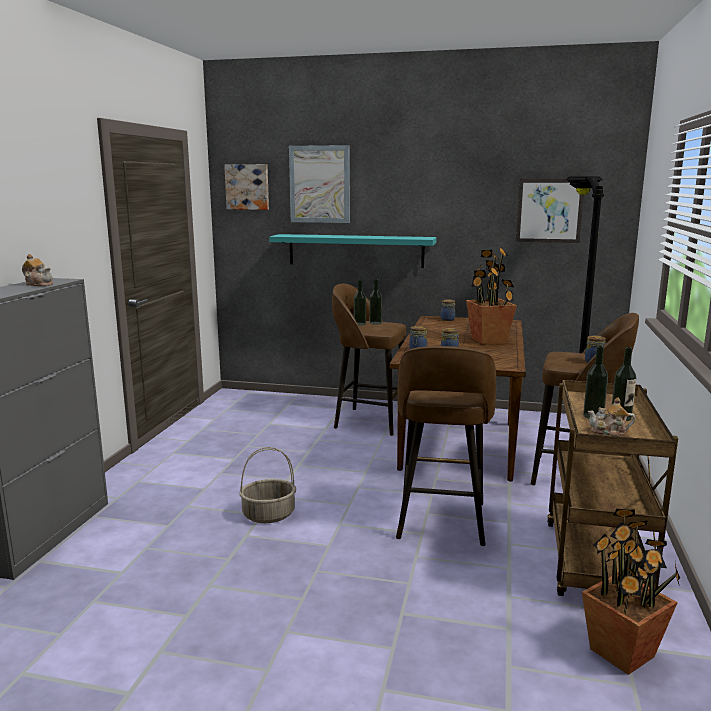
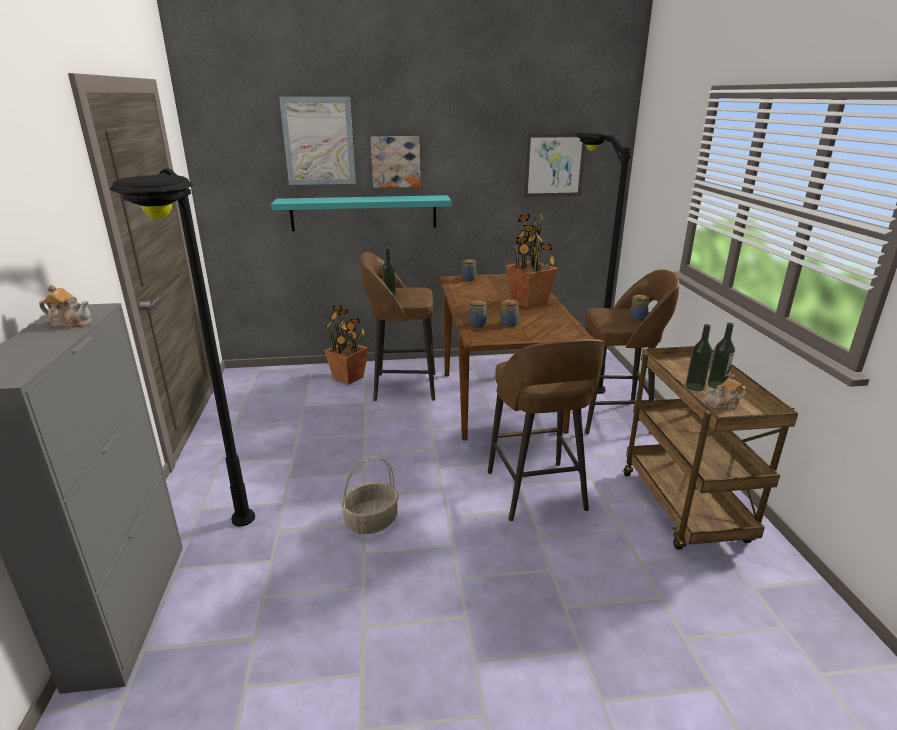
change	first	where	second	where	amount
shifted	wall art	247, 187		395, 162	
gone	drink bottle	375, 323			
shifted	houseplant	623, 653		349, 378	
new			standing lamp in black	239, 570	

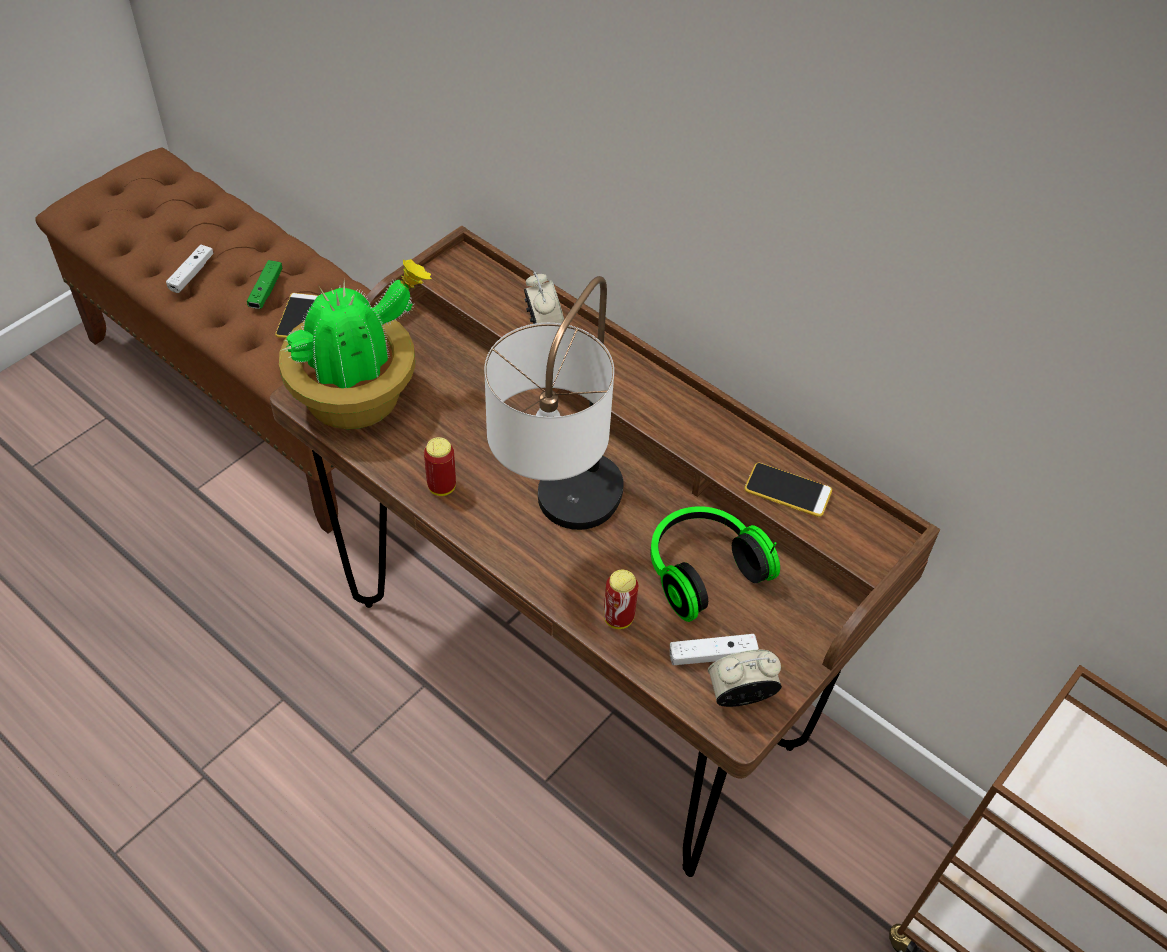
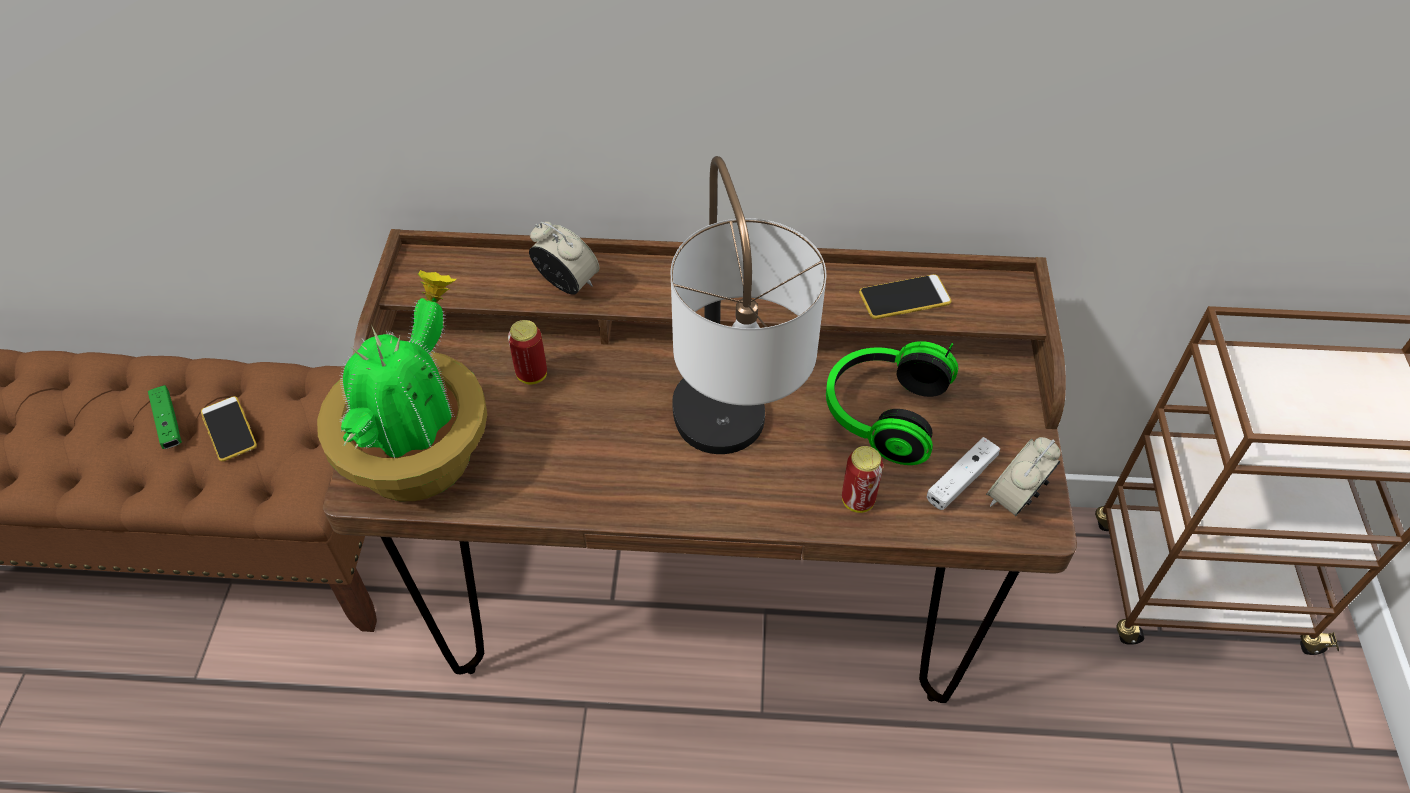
change	first	where	second	where	amount
gone	gamepad in white	191, 274			
shifted	metal can	441, 486		532, 375	

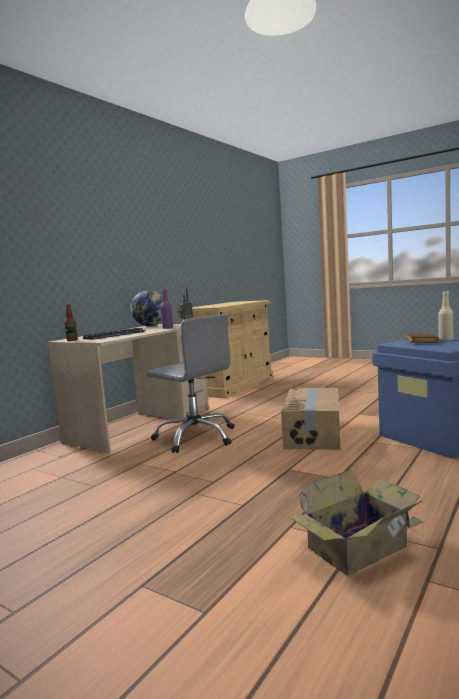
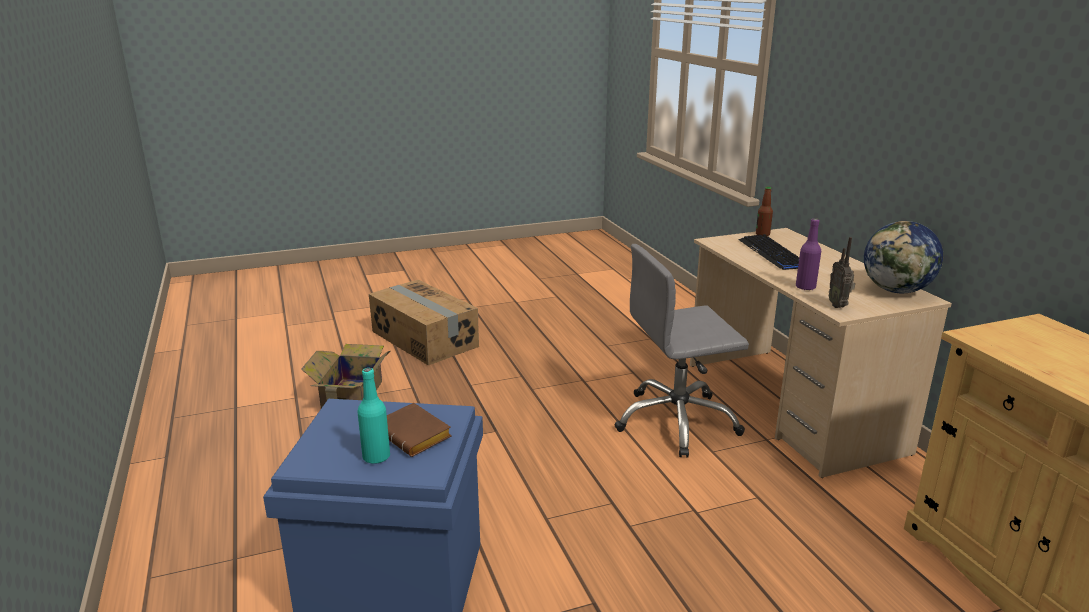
change	first	where	second	where	amount
shifted	carton	314, 433		424, 339	
repainted	drink bottle in sand-coloured	445, 340	drink bottle in turquoise-coloured	376, 457	

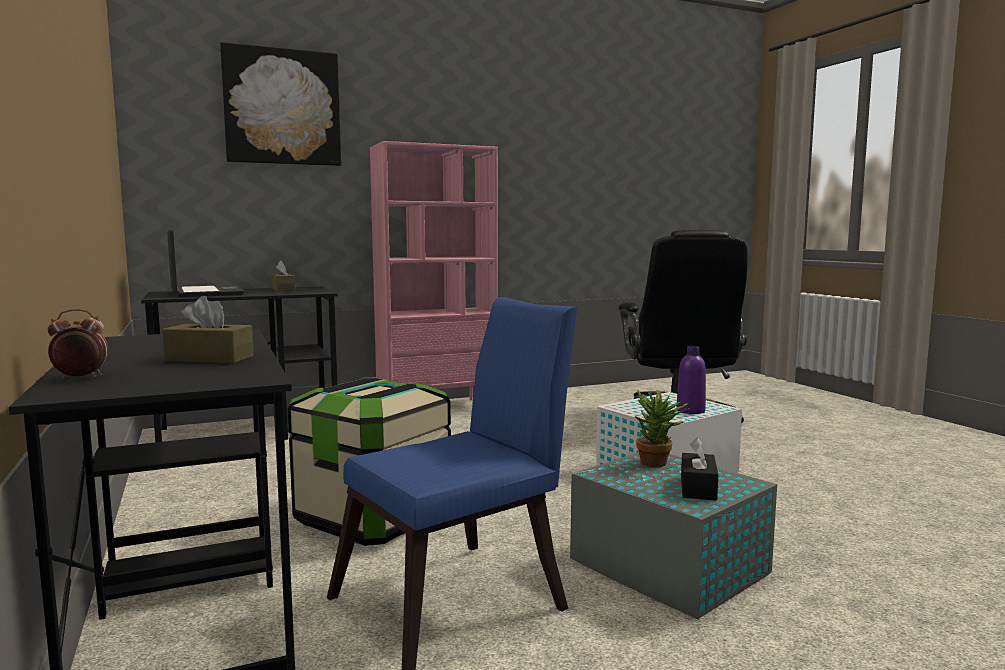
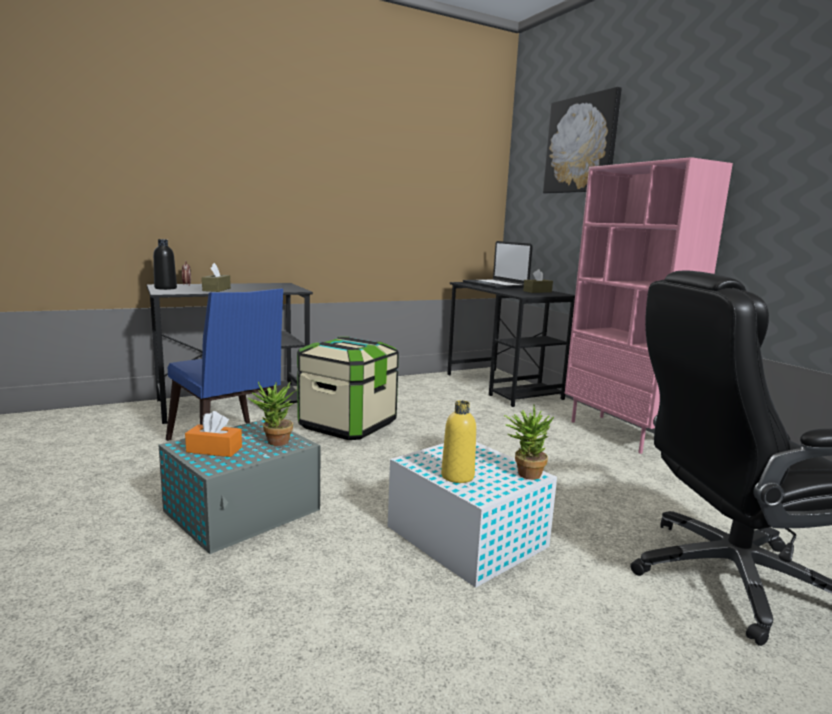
change	first	where	second	where	amount
rotated	portable computer	205, 293		495, 285	90 degrees clockwise
repainted	drink bottle in purple-coloured	690, 411	drink bottle in yellow-coloured	457, 476	
repainted	tissue box in black	698, 488	tissue box in orangey	214, 450	
new			drink bottle in black	165, 288	
new			houseplant	524, 473	

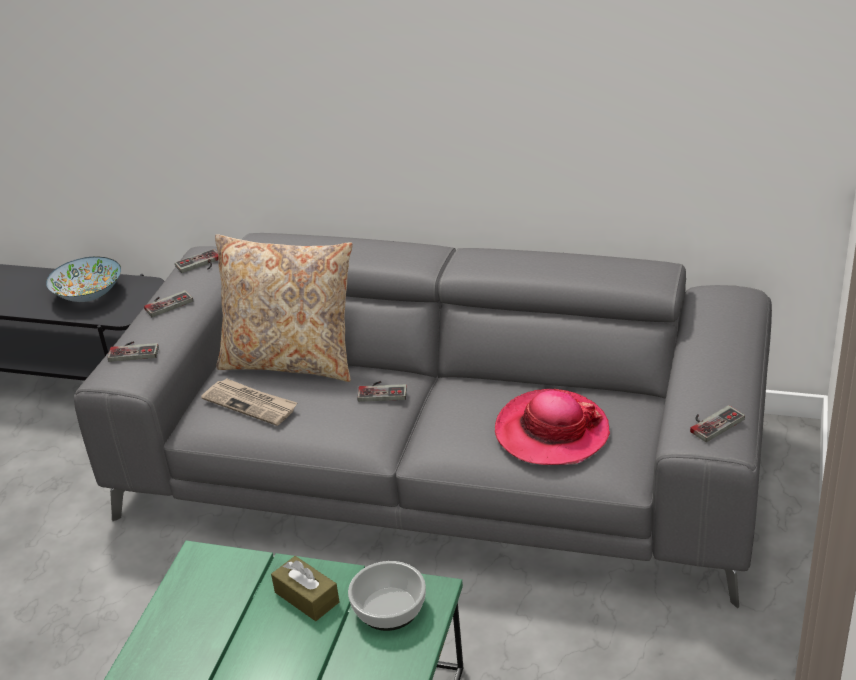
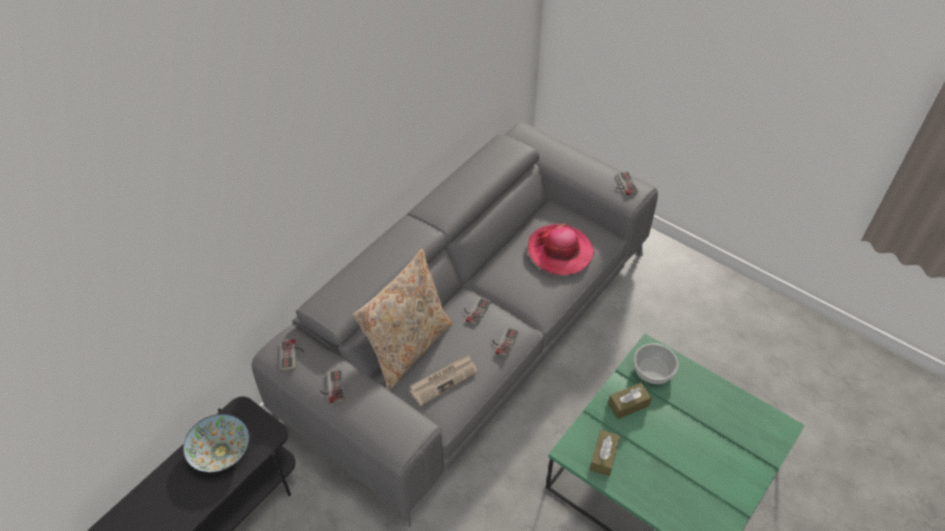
change	first	where	second	where	amount
shifted	gamepad	134, 350		503, 341	
new			tissue box in brown	603, 456	

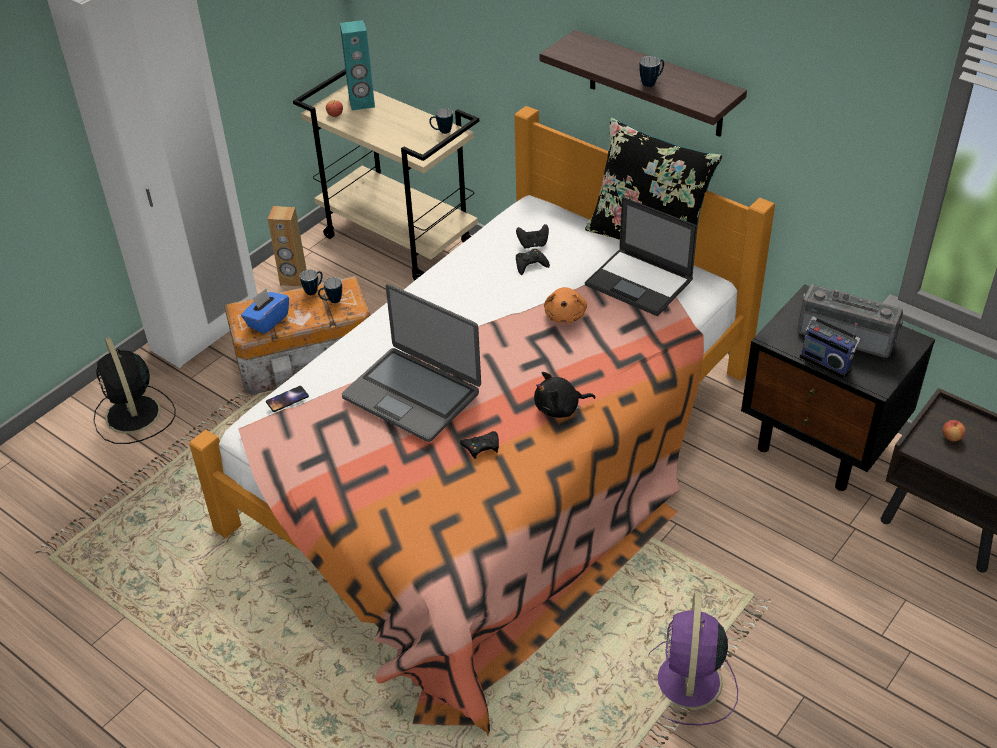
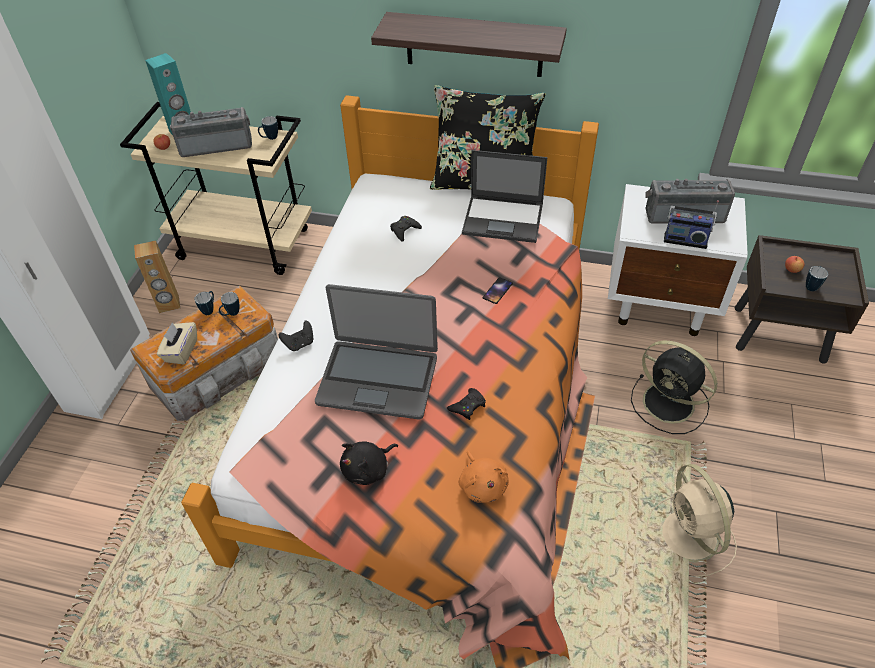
change	first	where	second	where	amount
shifted	electric fan in black	134, 416		670, 404	
repainted	tissue box in bluish	267, 321	tissue box in sand-coloured	181, 351	
shifted	telephone	287, 399		497, 291	
shifted	gamepad in black	533, 244		299, 344	
shifted	cuddly toy in black	560, 408		368, 469	
shifted	cuddly toy in orangey	565, 315		482, 485	
shifted	coffee mug	651, 83		811, 285	
repainted	electric fan in purple-coloured	688, 683	electric fan in sand-coloured	690, 537	
repainted	night table in black	822, 444	night table in white	660, 304	
new			radio	216, 145	

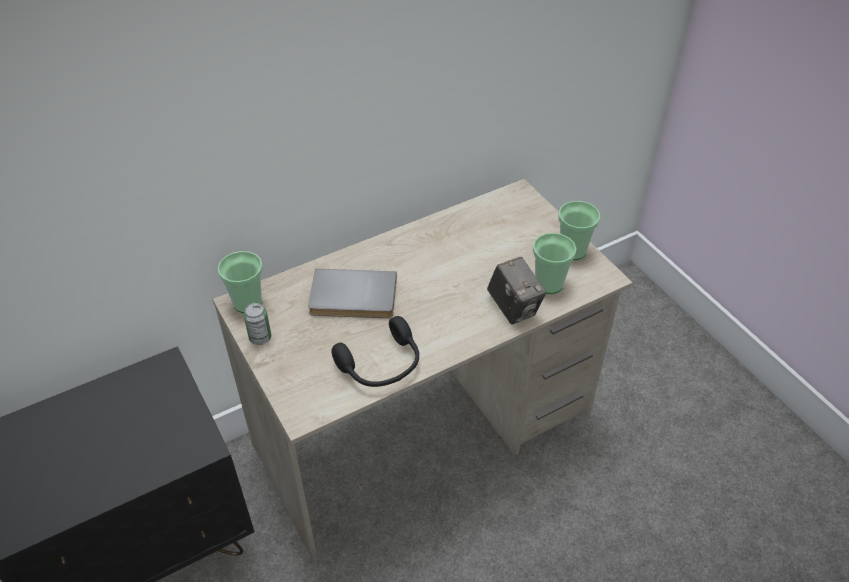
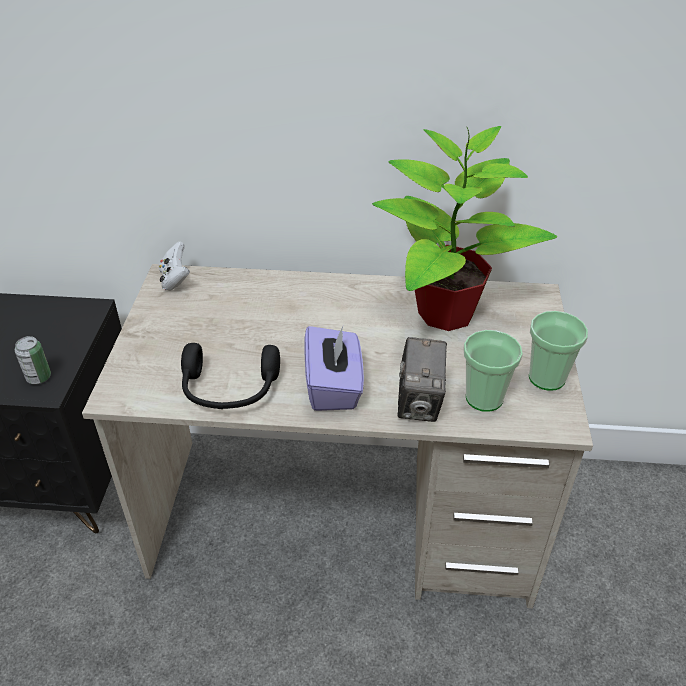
change	first	where	second	where	amount
swapped	drinking cup	248, 303	gamepad in white	175, 279	
shifted	metal can	260, 338		39, 377	
gone	bound book in greyish	353, 298			
new			tissue box in purple-coloured	334, 387	
new			houseplant	444, 313	

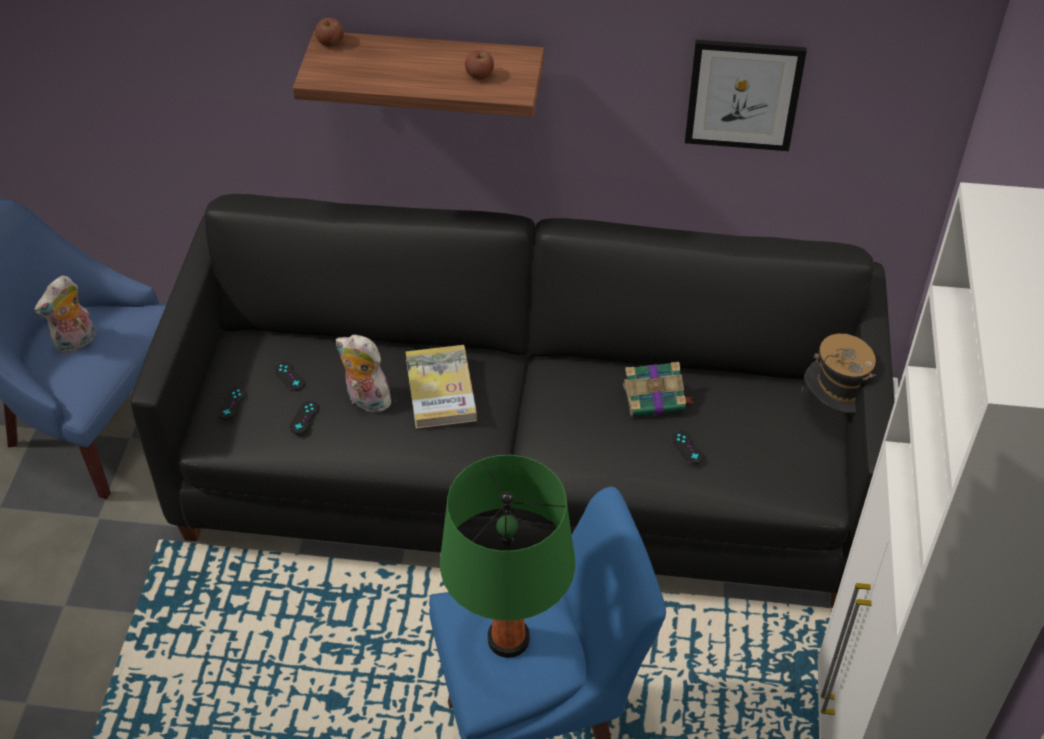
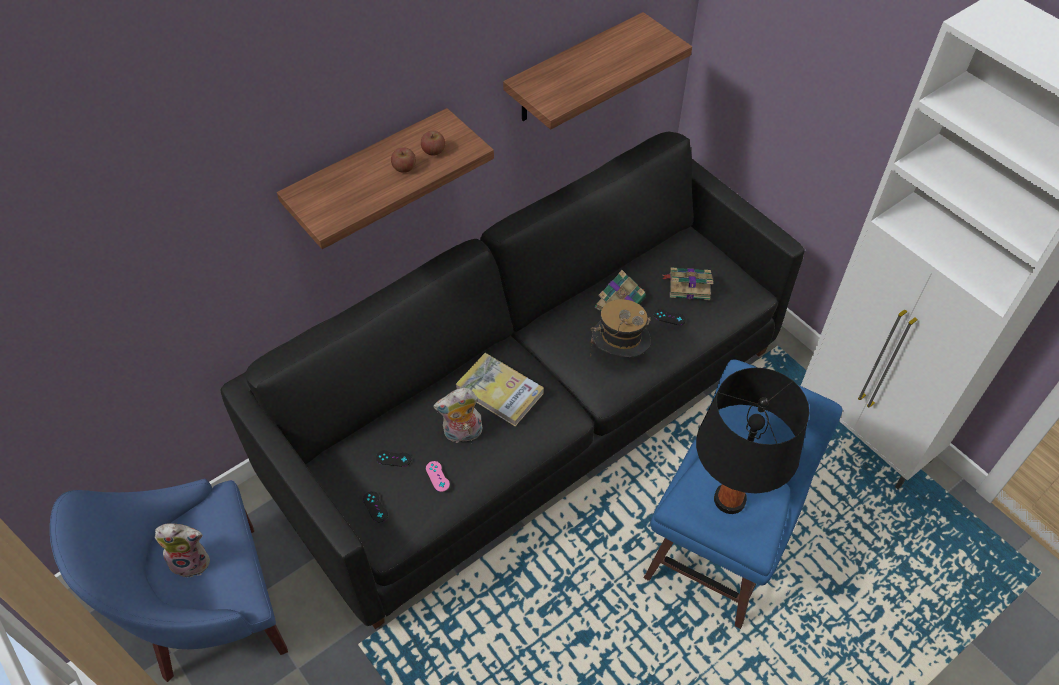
change	first	where	second	where	amount
rotated	cuddly toy	76, 343		192, 560	90 degrees counterclockwise
repainted	gamepad in black	304, 417	gamepad in pinkish	437, 476	
shifted	whole apple	330, 42		404, 168	
repainted	tabletop lamp in green	508, 639	tabletop lamp in black	729, 500	
swapped	wall art	743, 95	bracket shelf	574, 69	
shifted	clothing hat	833, 409		619, 354	
new			bound book	688, 286	

